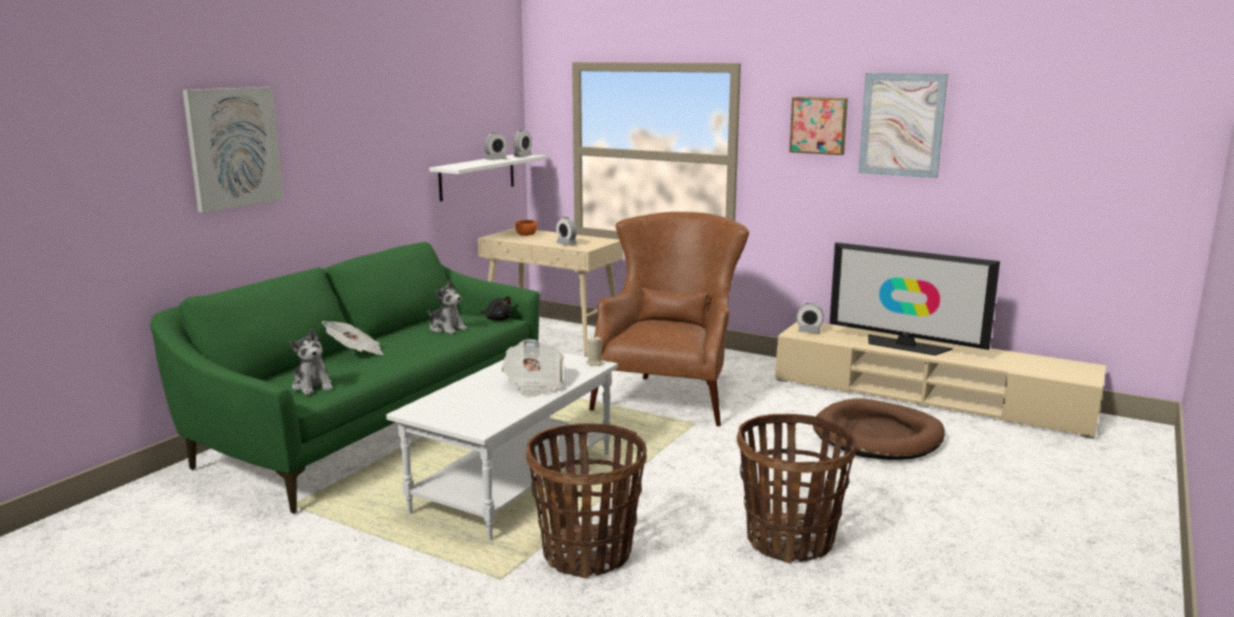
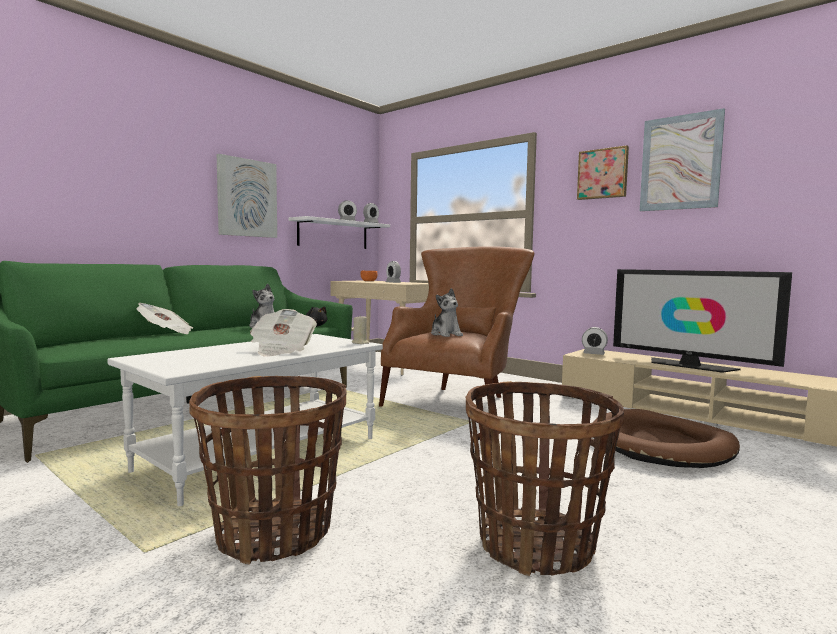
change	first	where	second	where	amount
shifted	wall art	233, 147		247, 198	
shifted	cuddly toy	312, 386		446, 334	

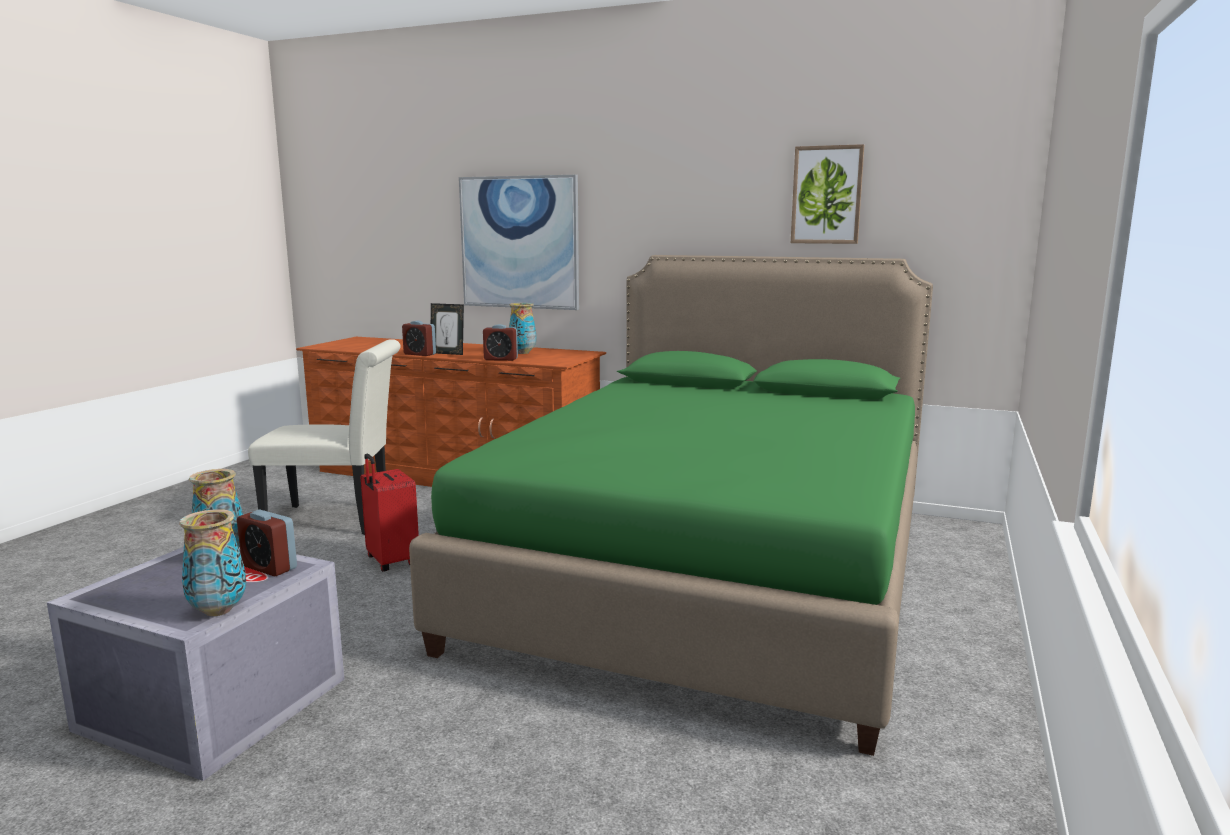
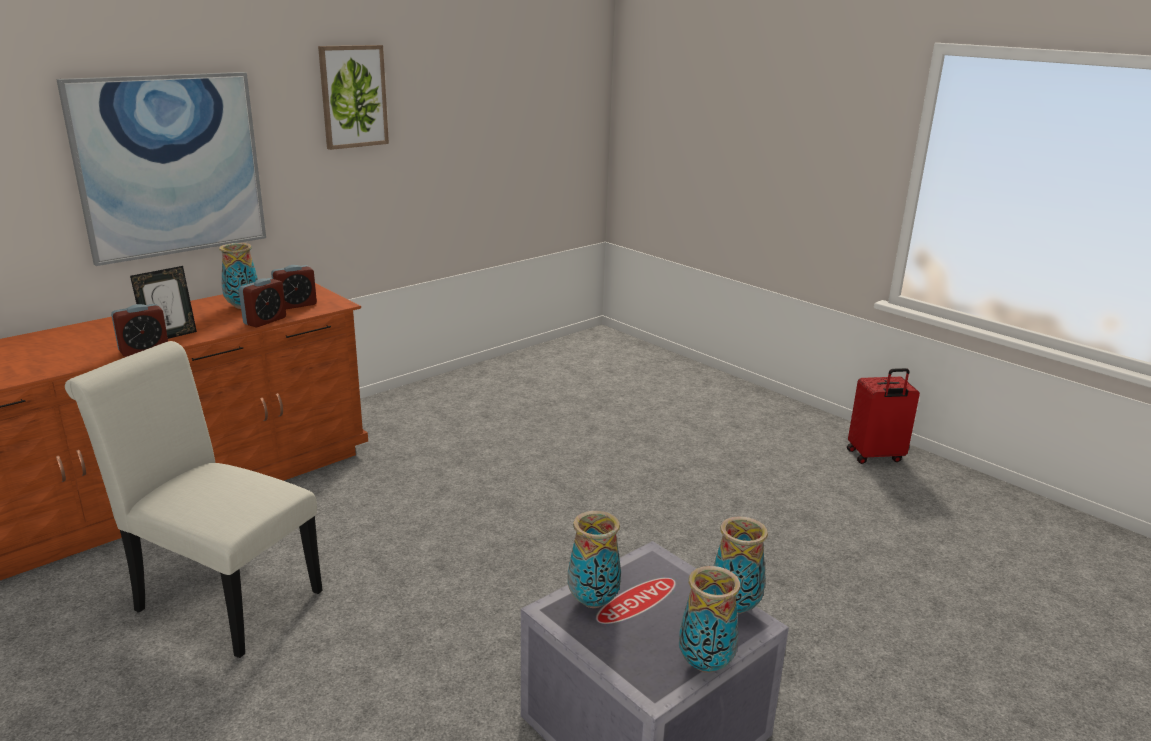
change	first	where	second	where	amount
shifted	alarm clock	269, 567		296, 305	
rotated	chair in white	338, 520		220, 597	90 degrees counterclockwise
shifted	piece of luggage in red	391, 562		875, 456	
gone	bedroom bed in green	712, 572			
shifted	wall art	826, 195		353, 96	
new			decorative vase	704, 664	

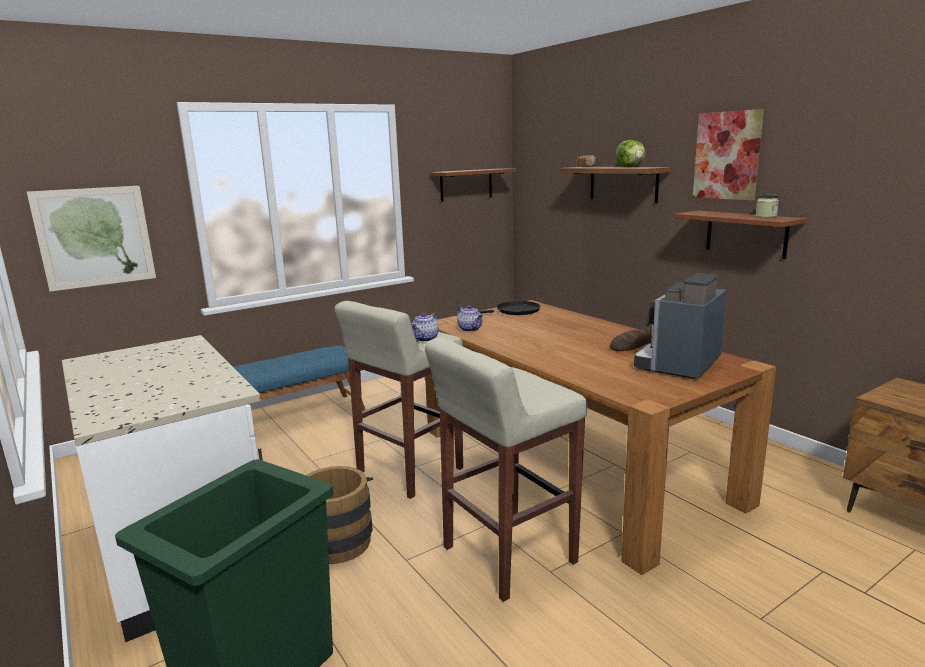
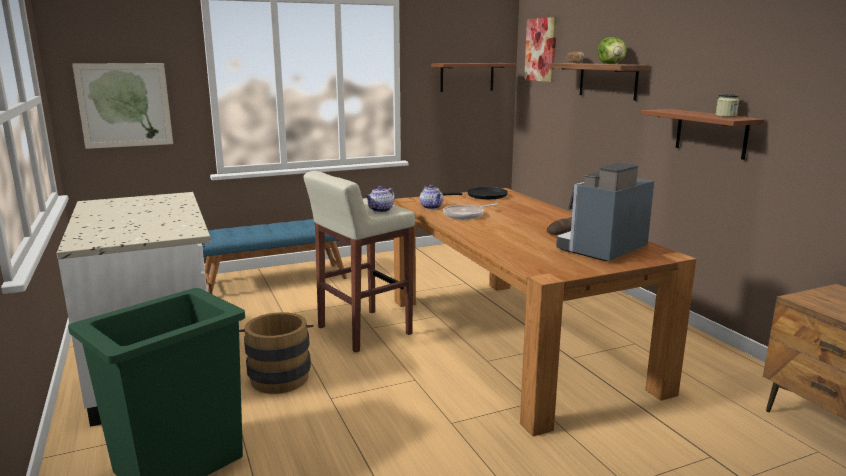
change	first	where	second	where	amount
gone	sitting stool in sand-coloured	507, 555			
shifted	wall art	727, 155		541, 49	
new			pan	466, 215	

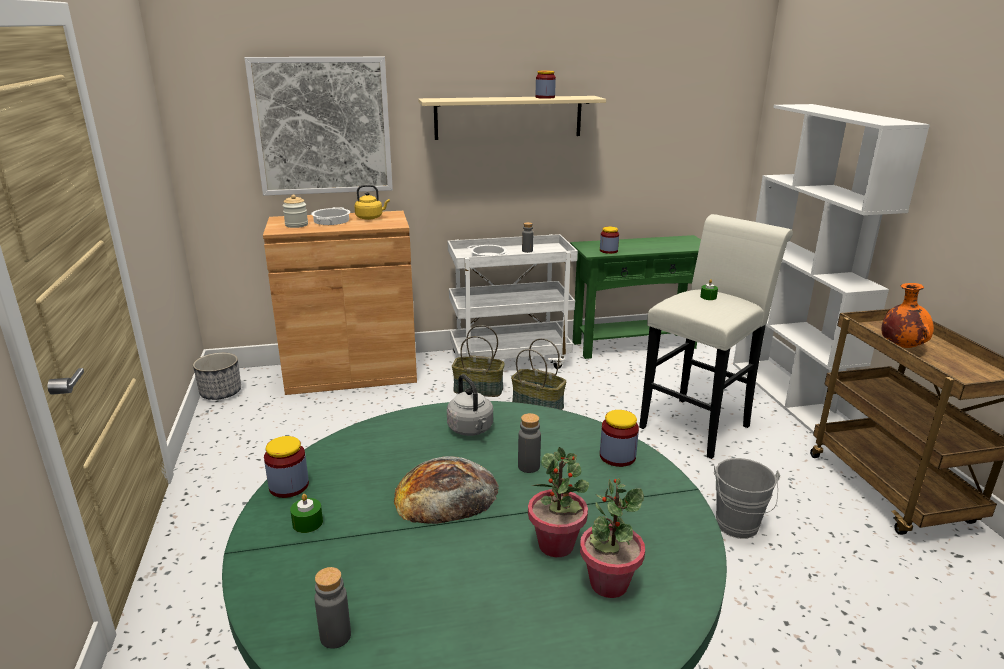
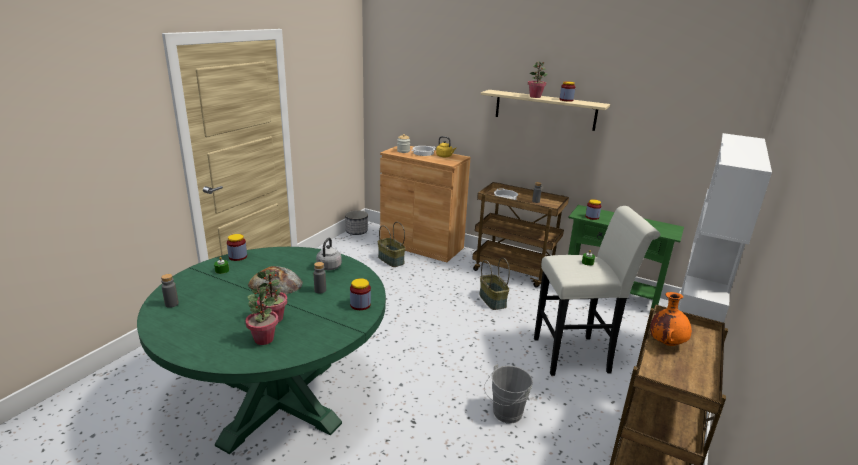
change	first	where	second	where	amount
gone	wall art	322, 126			
repainted	trolley in white	510, 359	trolley in brown	515, 271	
shifted	household basket	477, 390		390, 260	
new			houseplant	535, 97	

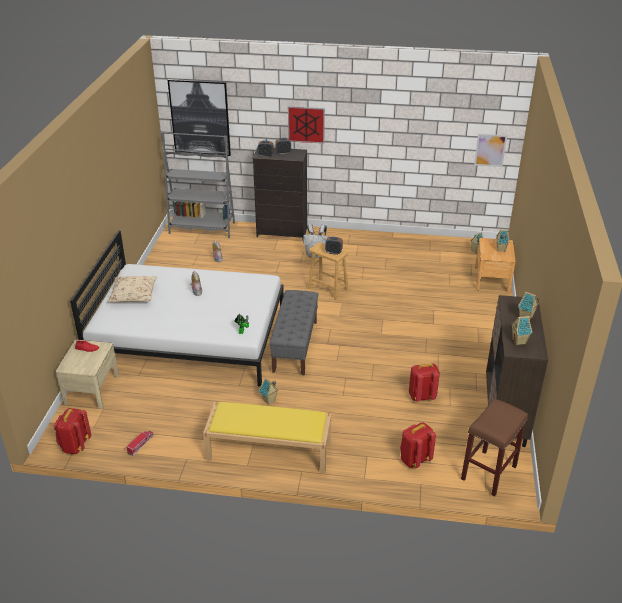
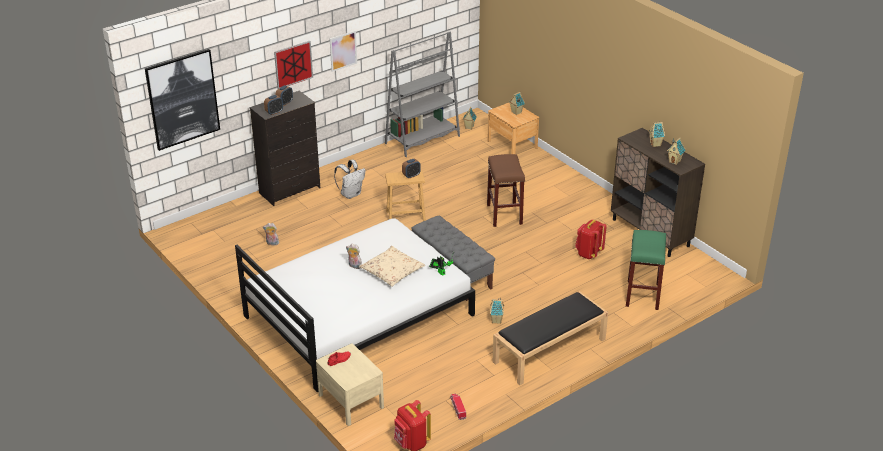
change	first	where	second	where	amount
shifted	pillow in sand-coloured	133, 294		392, 271	
shifted	bookshelf in greyish	202, 228		422, 140	
repainted	indoor bench in yellow-coloured	268, 450	indoor bench in black	549, 351	
swapped	knapsack in red	414, 460	sitting stool in green	643, 295	
shifted	sitting stool in brown	488, 473		505, 215	
shifted	wall art	490, 150		343, 51	

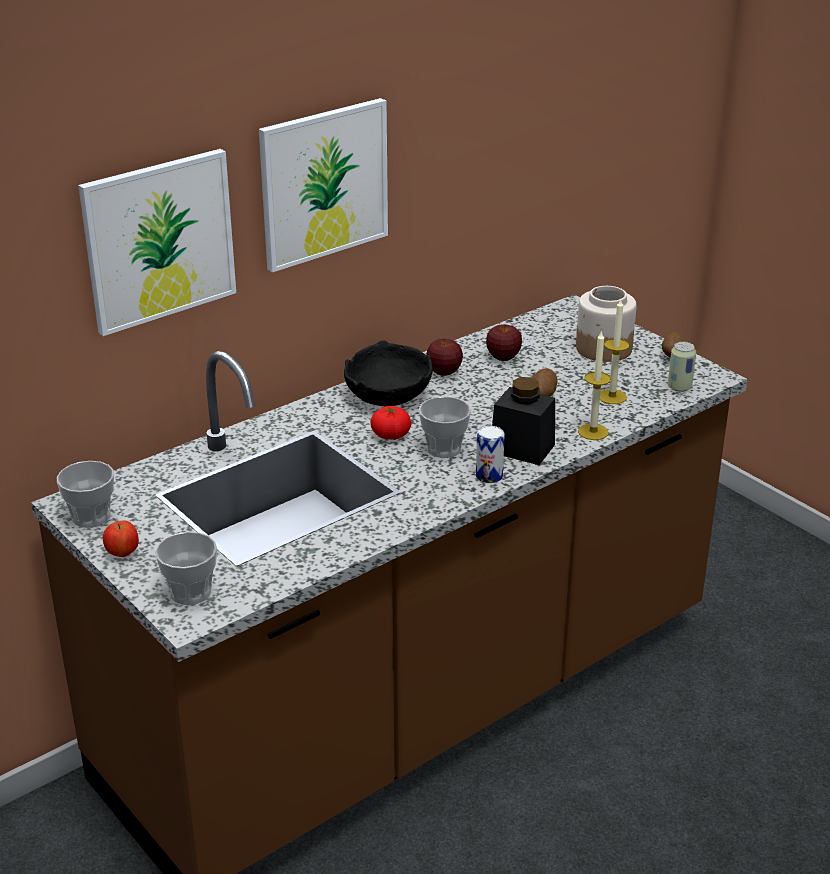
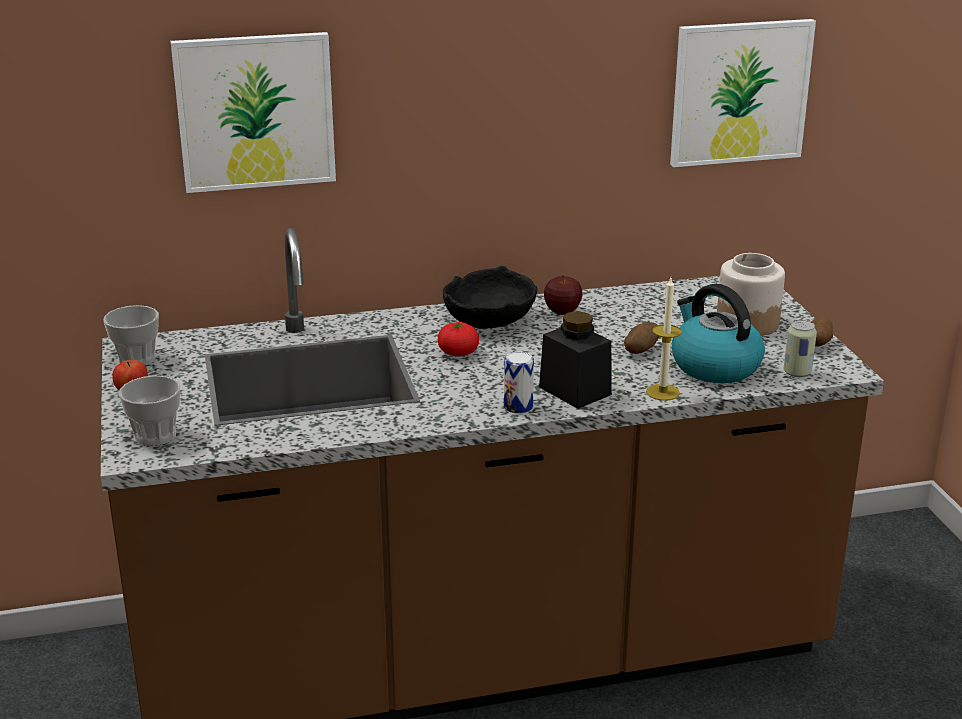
change	first	where	second	where	amount
shifted	wall art	323, 183		740, 92	
gone	drinking cup	444, 448			
gone	whole apple	503, 357			
swapped	candle	612, 397	tea kettle	714, 366	

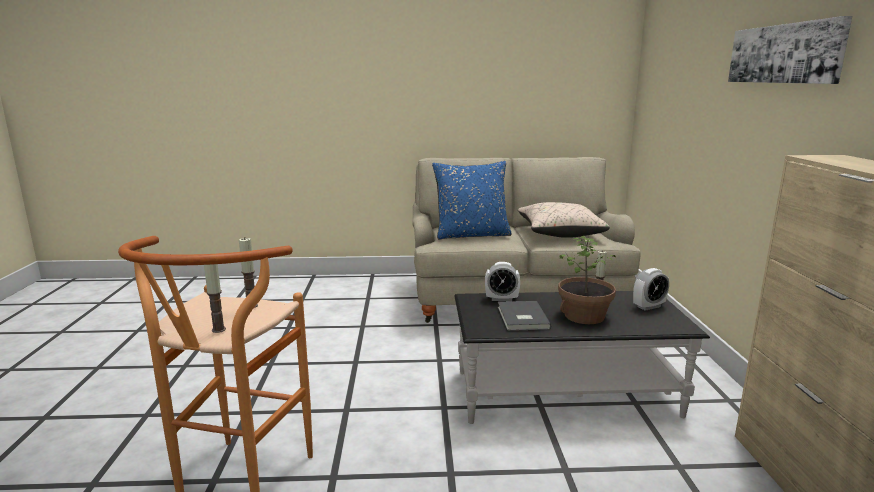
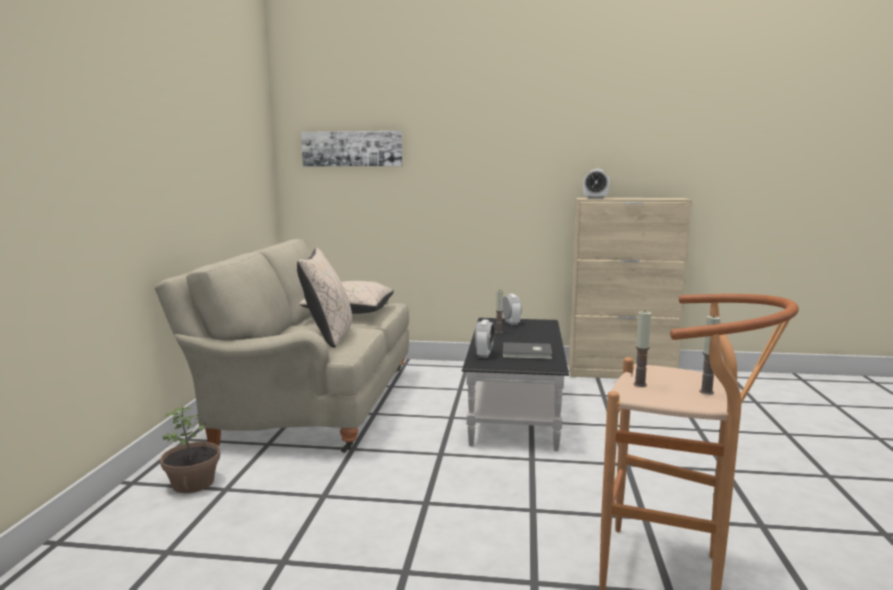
change	first	where	second	where	amount
repainted	pillow in bluish	472, 235	pillow in sand-coloured	329, 336	
shifted	houseplant	584, 316		194, 483	
shifted	wall art	784, 54		352, 149	
new			alarm clock	595, 198	

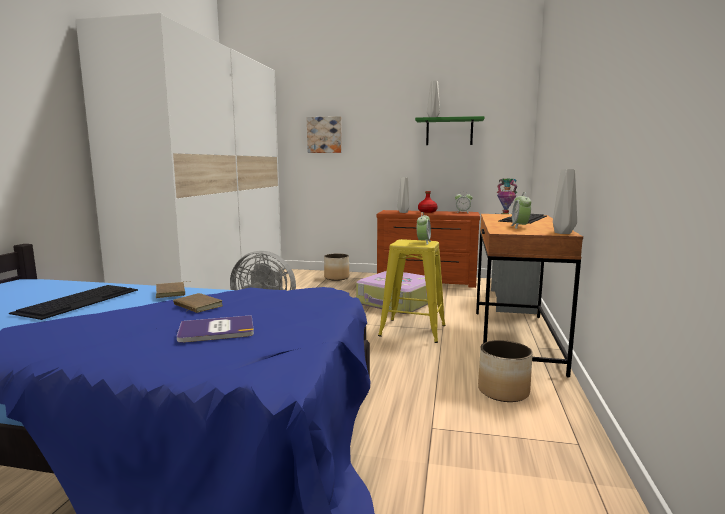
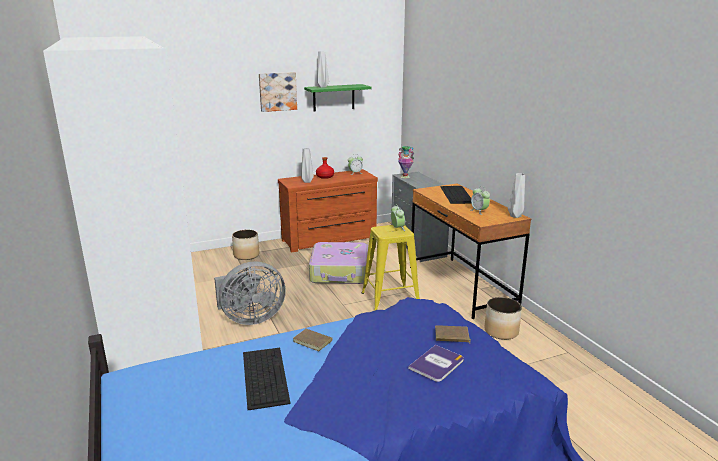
change	first	where	second	where	amount
shifted	bound book in brown	196, 306		451, 336	
shifted	wall art	324, 135		277, 91	

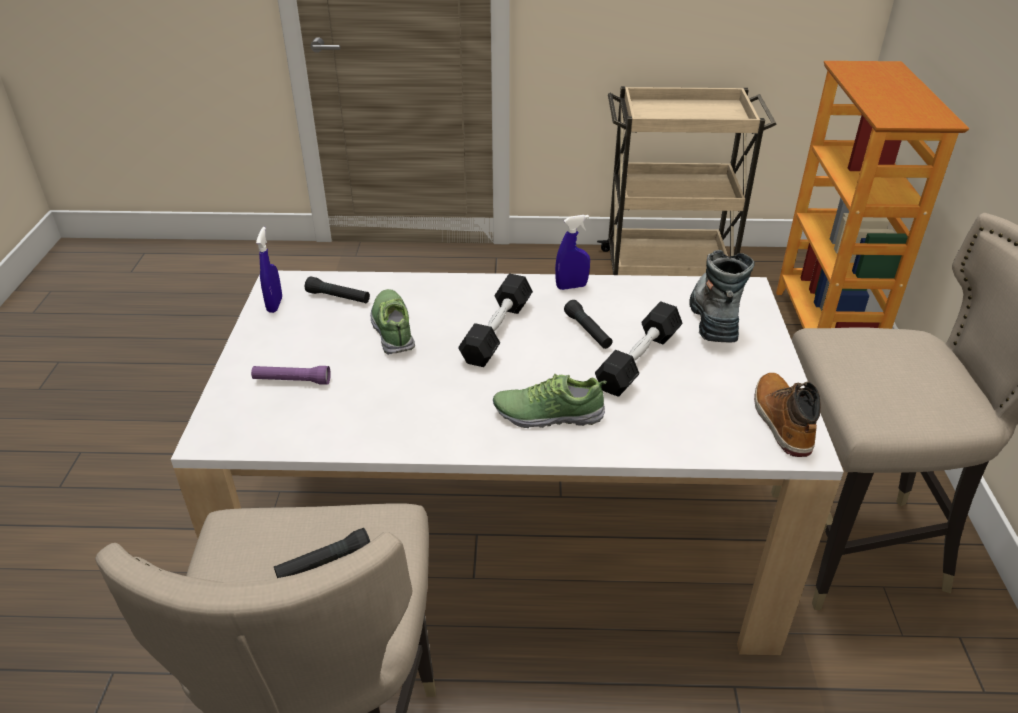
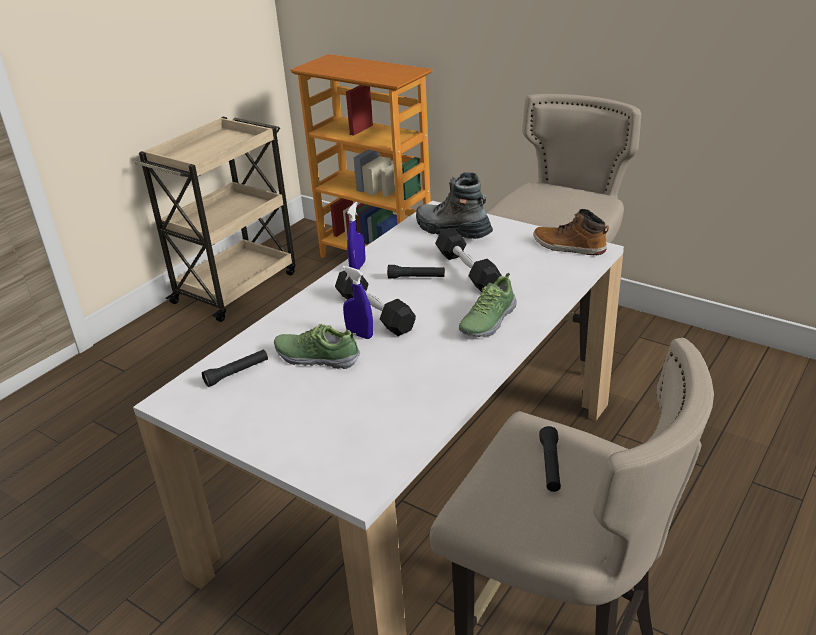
change	first	where	second	where	amount
gone	hand torch in purple-coloured	292, 381			
shifted	sprayer in bluish	275, 305		359, 334	

